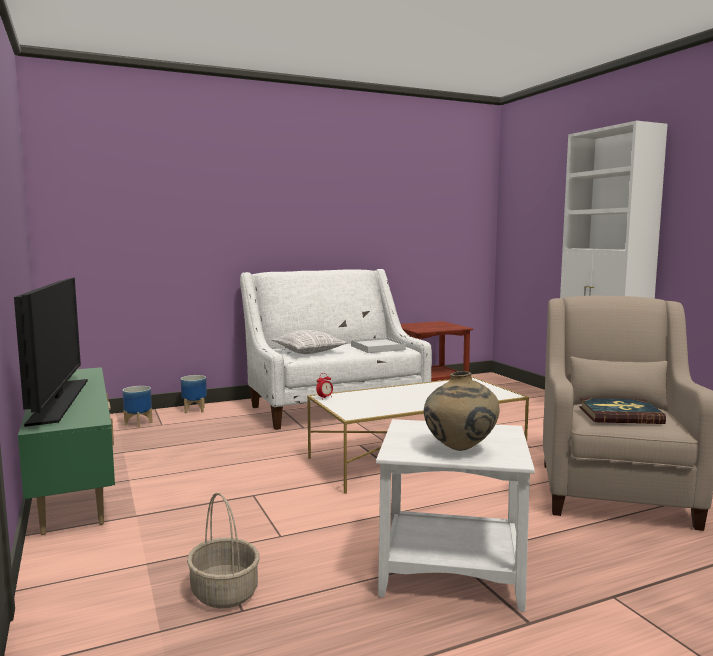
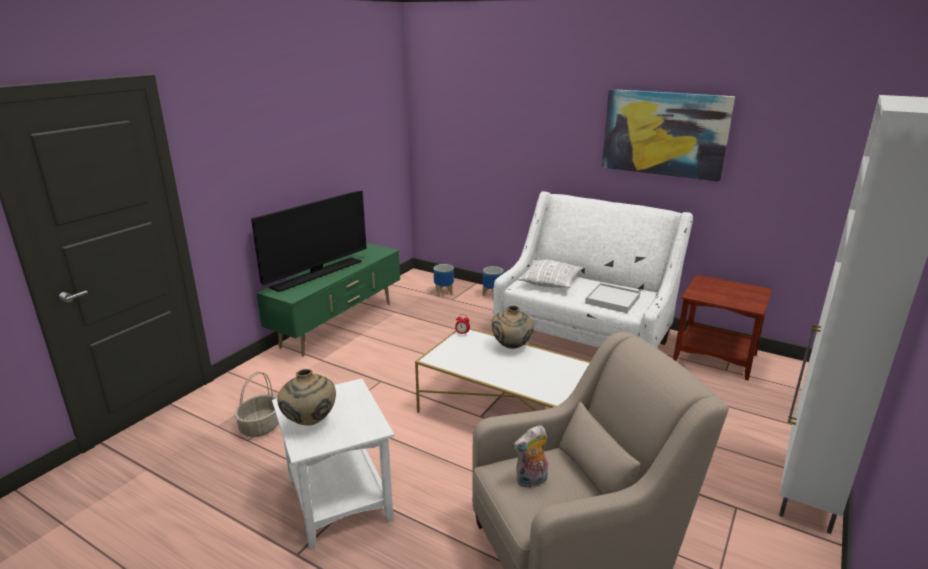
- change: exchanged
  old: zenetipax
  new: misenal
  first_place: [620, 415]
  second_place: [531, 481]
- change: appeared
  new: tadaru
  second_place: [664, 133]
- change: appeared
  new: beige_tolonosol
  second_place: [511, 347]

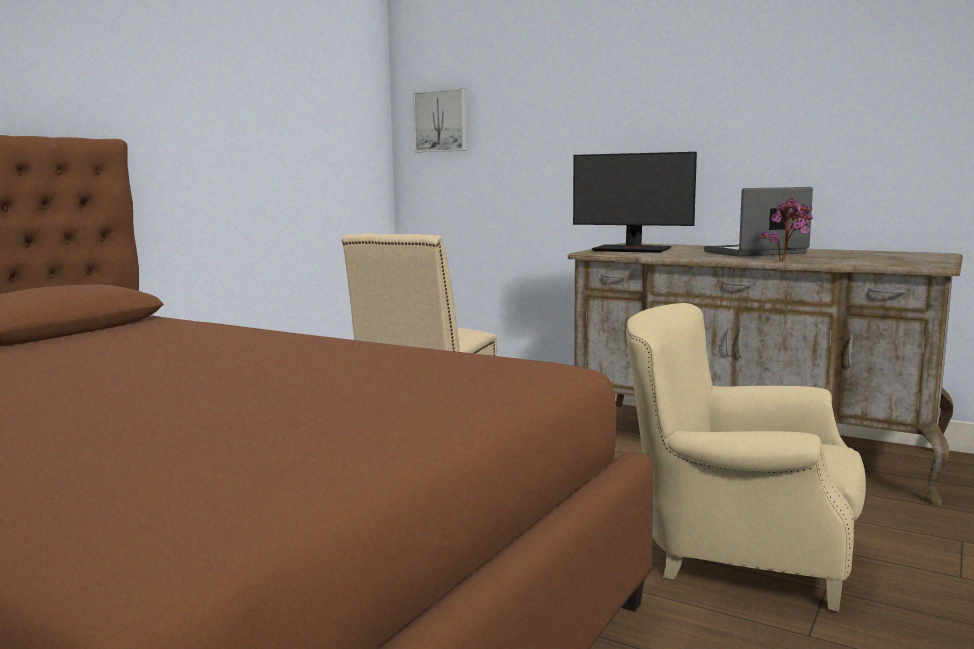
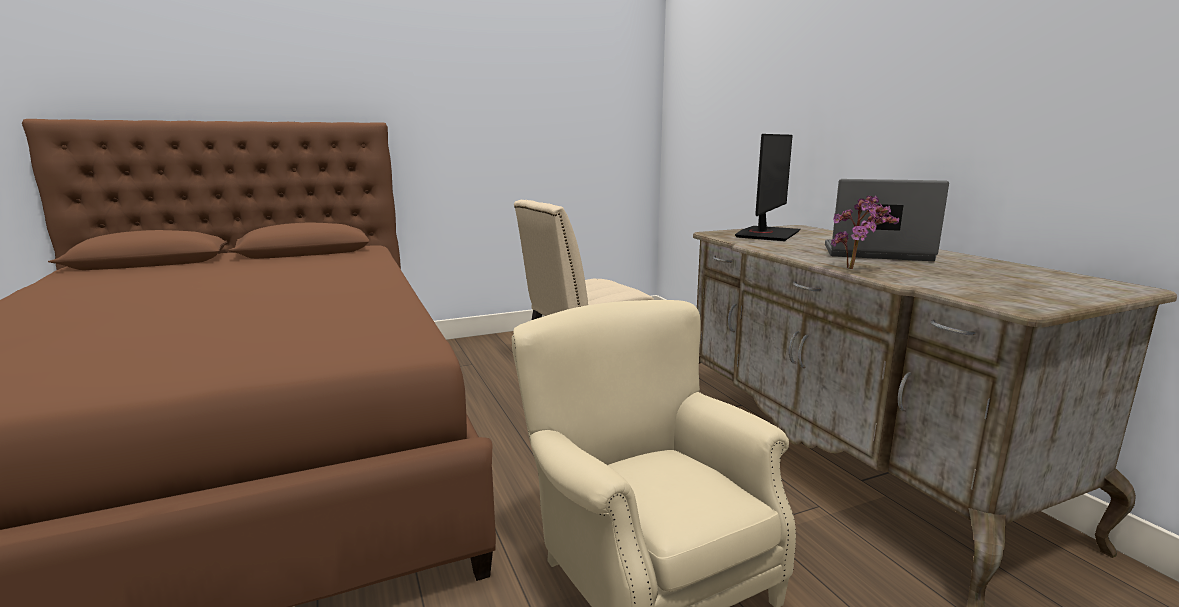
- change: missing
  old: tadaru
  first_place: [441, 121]
- change: spun
  old: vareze
  first_place: [632, 249]
  second_place: [767, 234]
  degrees: -120

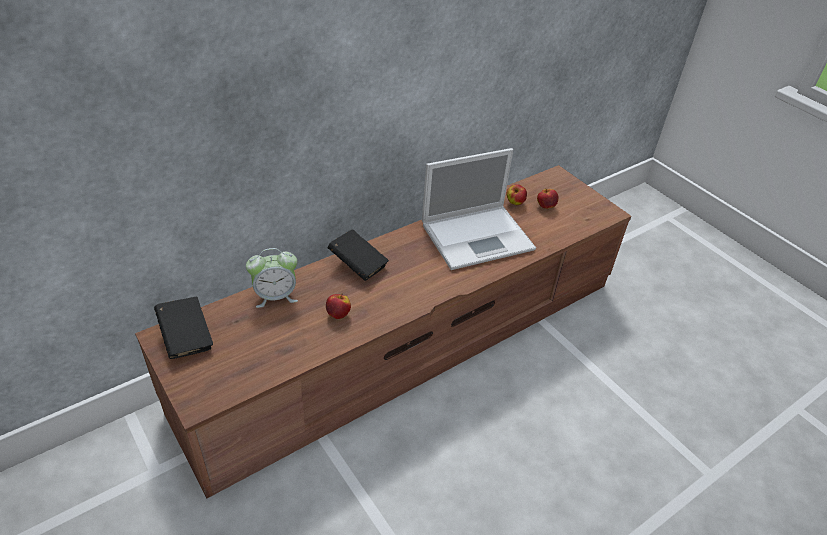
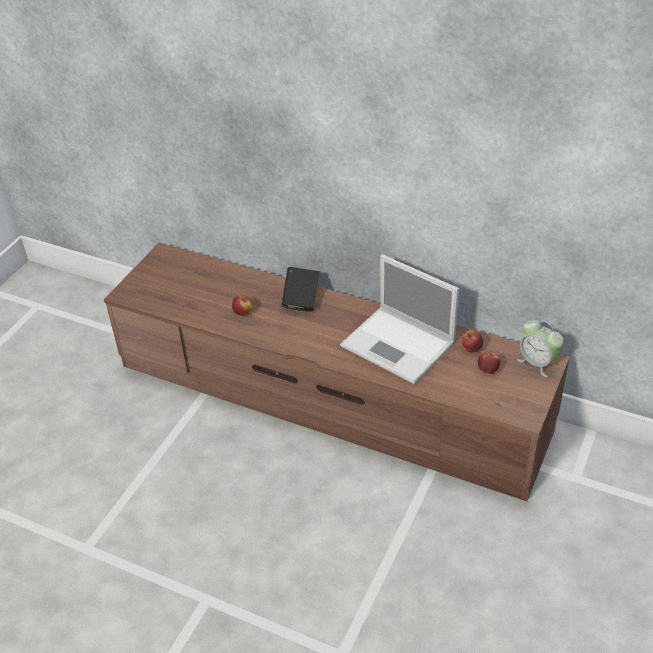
- change: relocated
  old: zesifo
  first_place: [275, 296]
  second_place: [537, 363]
- change: missing
  old: black_zenetipax
  first_place: [186, 338]

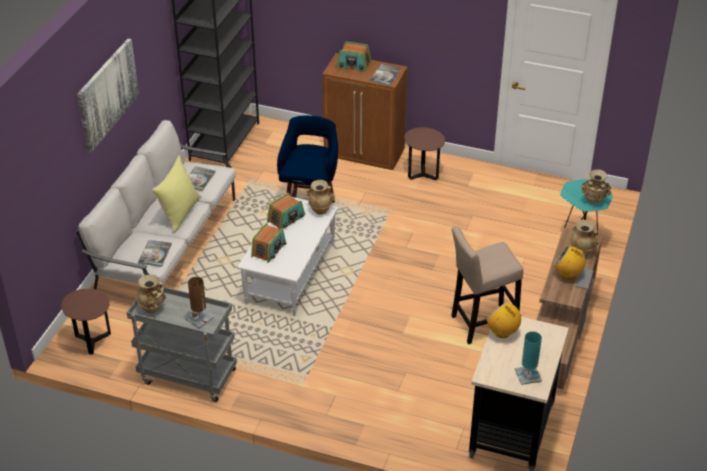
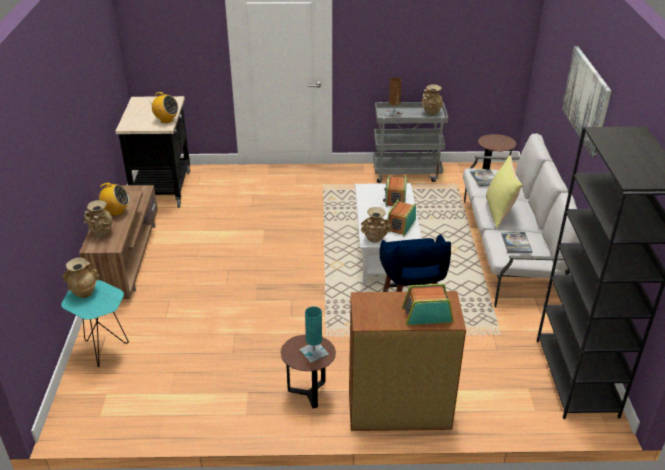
- change: missing
  old: zenetipax
  first_place: [385, 75]
- change: missing
  old: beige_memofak
  first_place: [480, 324]
- change: relocated
  old: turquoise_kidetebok
  first_place: [528, 375]
  second_place: [314, 352]

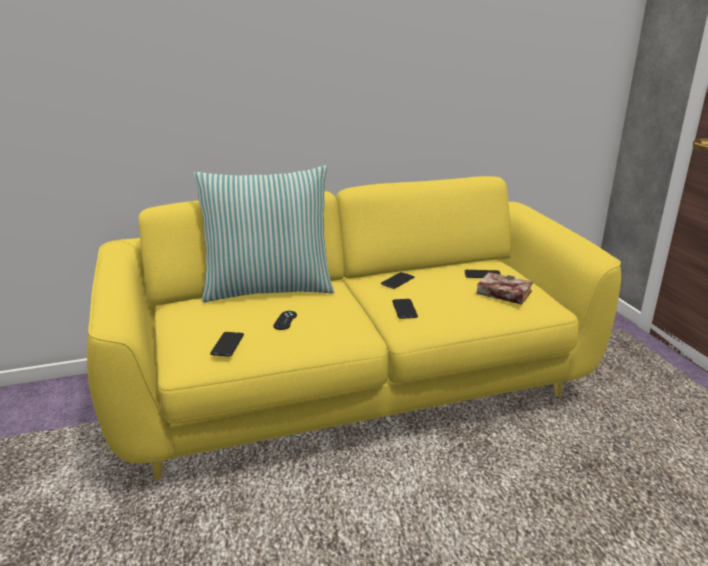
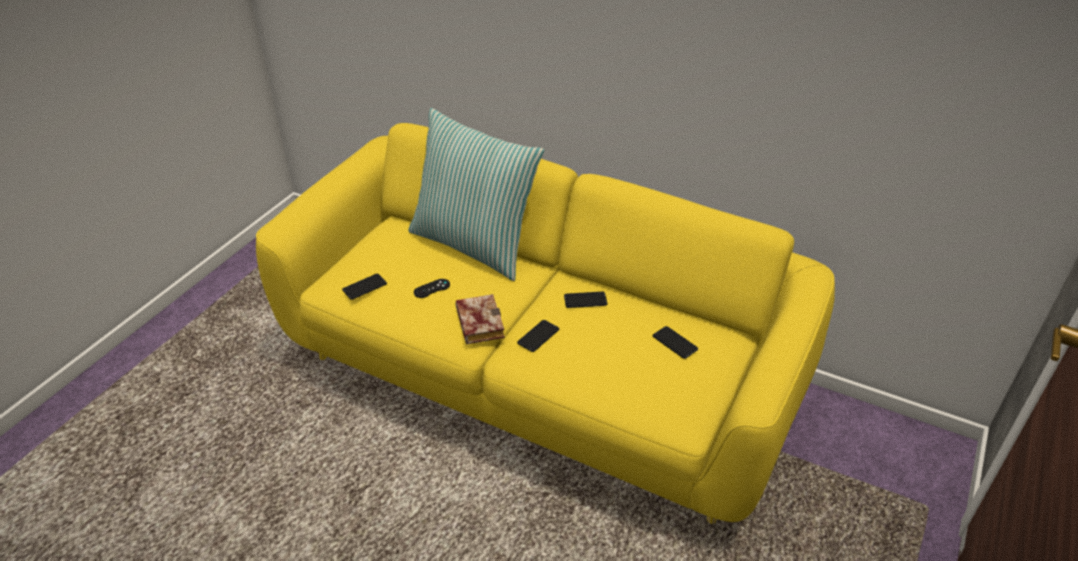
- change: relocated
  old: zenetipax
  first_place: [501, 293]
  second_place: [477, 322]

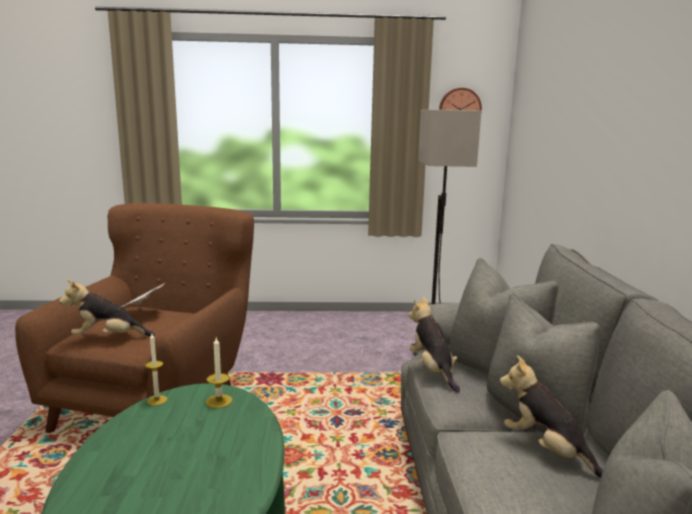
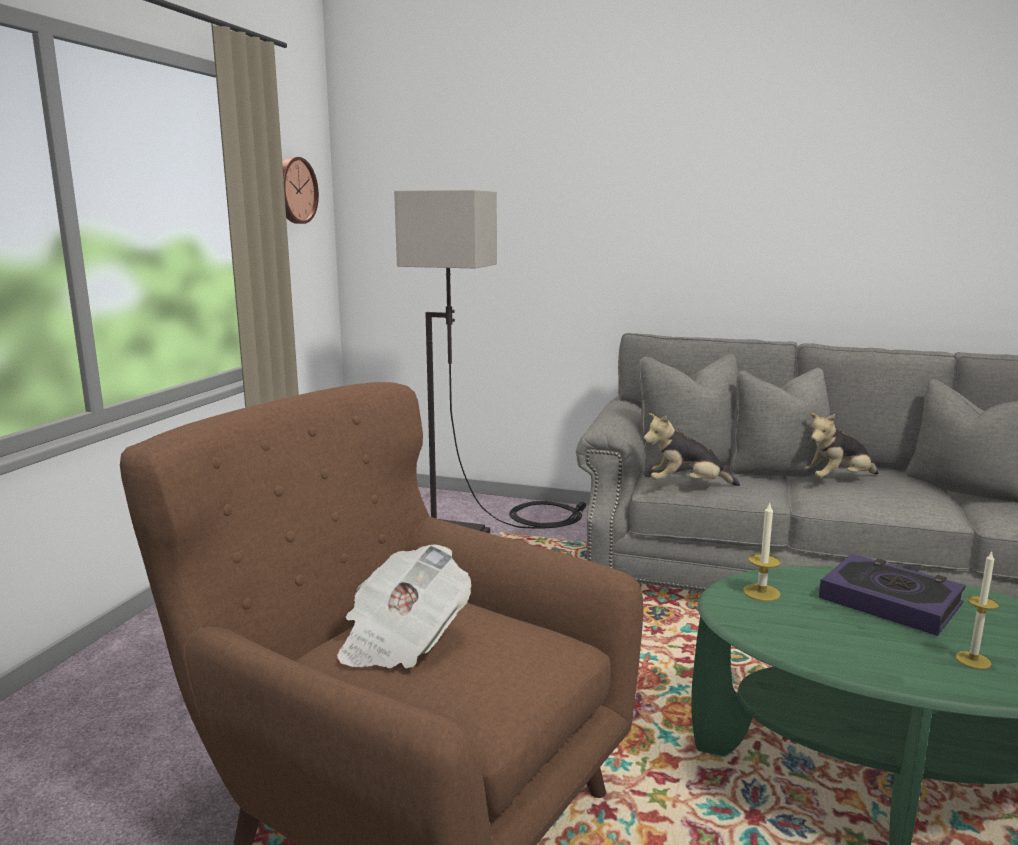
- change: missing
  old: misenal
  first_place: [108, 338]
- change: relocated
  old: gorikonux
  first_place: [157, 400]
  second_place: [973, 660]
- change: appeared
  new: zenetipax
  second_place: [890, 601]

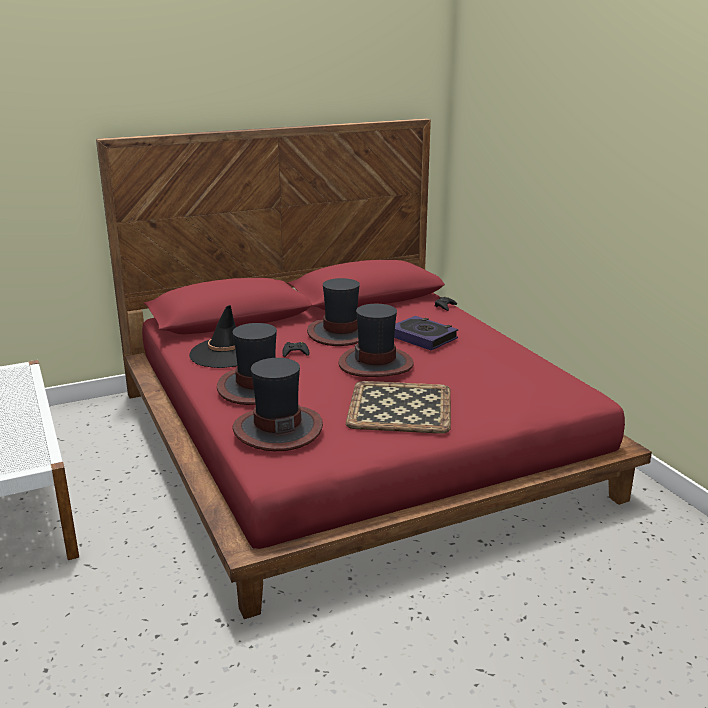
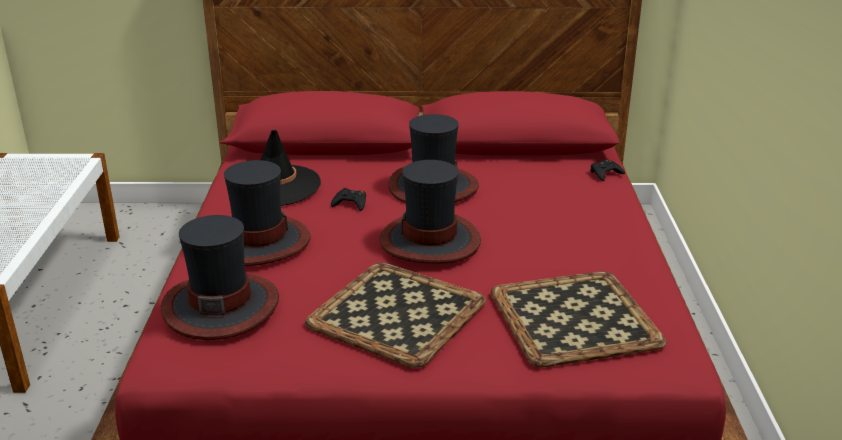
- change: missing
  old: zenetipax
  first_place: [423, 337]
- change: appeared
  new: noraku
  second_place: [576, 319]

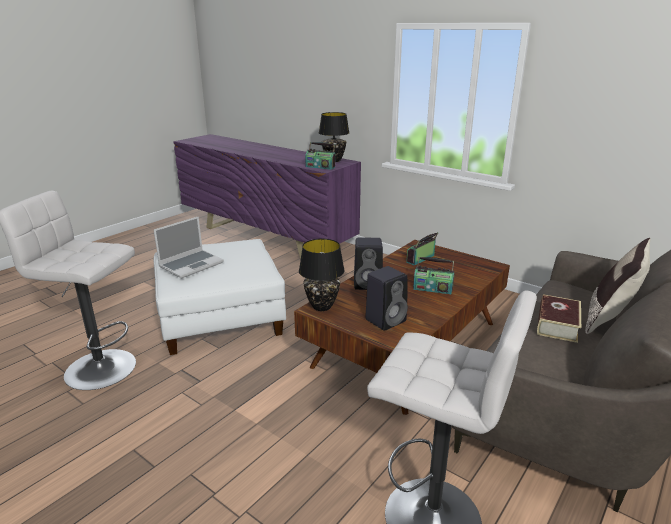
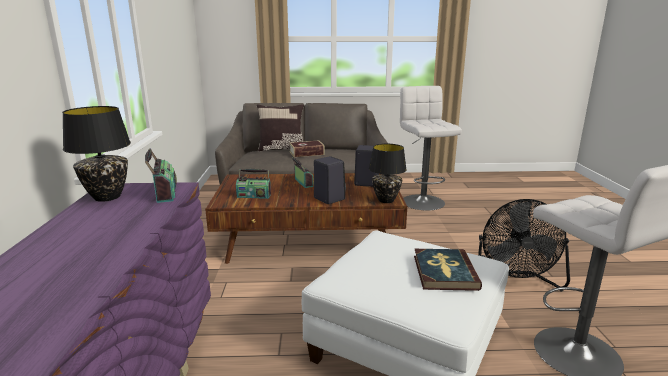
- change: exchanged
  old: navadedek
  new: zenetipax
  first_place: [192, 264]
  second_place: [444, 272]
- change: appeared
  new: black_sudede
  second_place: [510, 279]

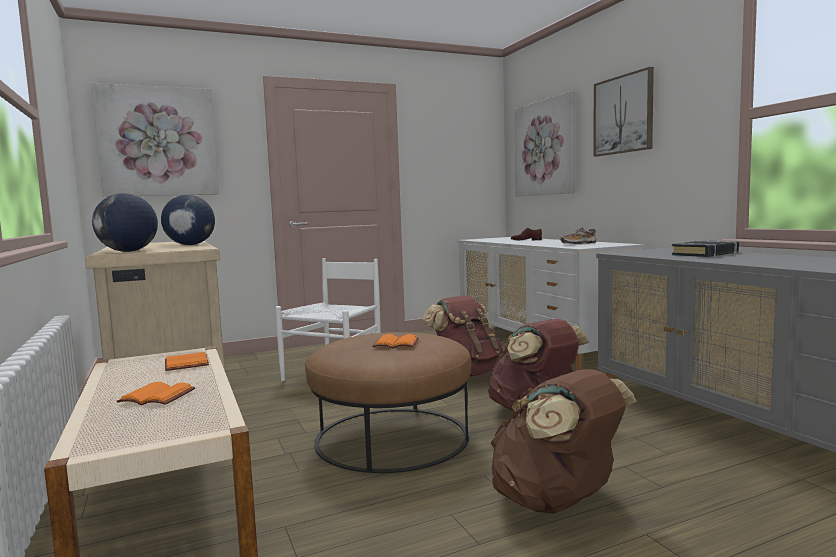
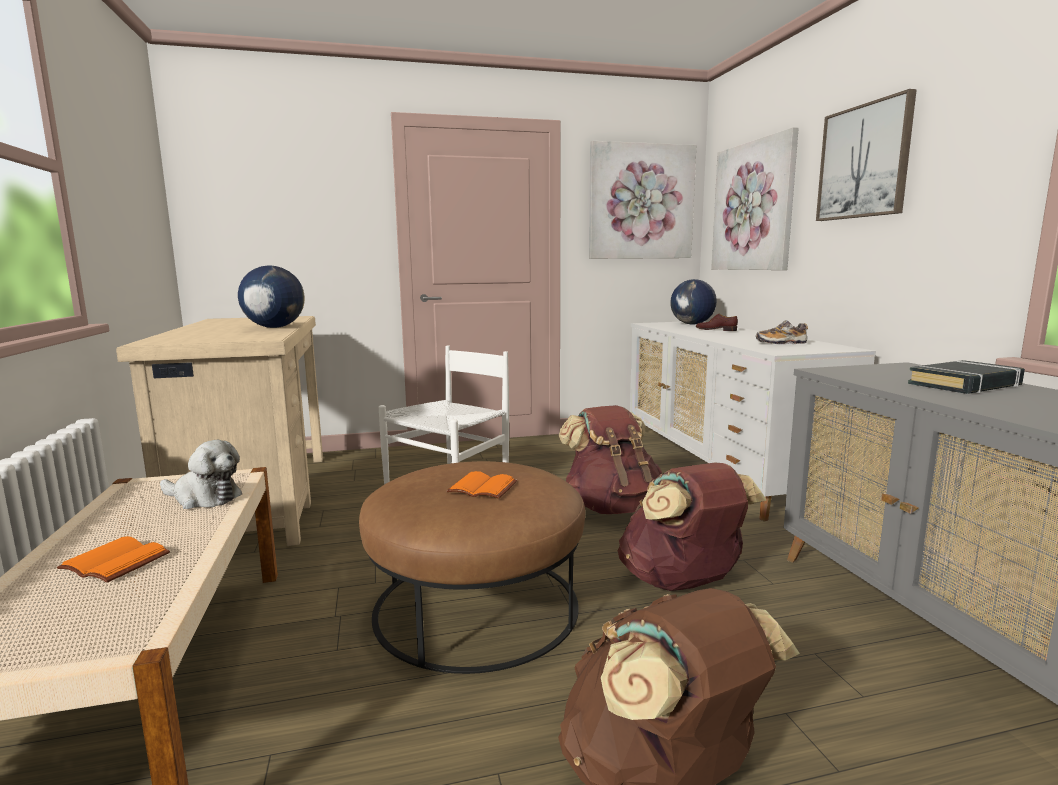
- change: relocated
  old: tadaru
  first_place: [158, 142]
  second_place: [641, 202]
- change: relocated
  old: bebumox
  first_place: [128, 251]
  second_place: [692, 324]
- change: exchanged
  old: orange_zenetipax
  new: misenal
  first_place: [185, 364]
  second_place: [204, 498]

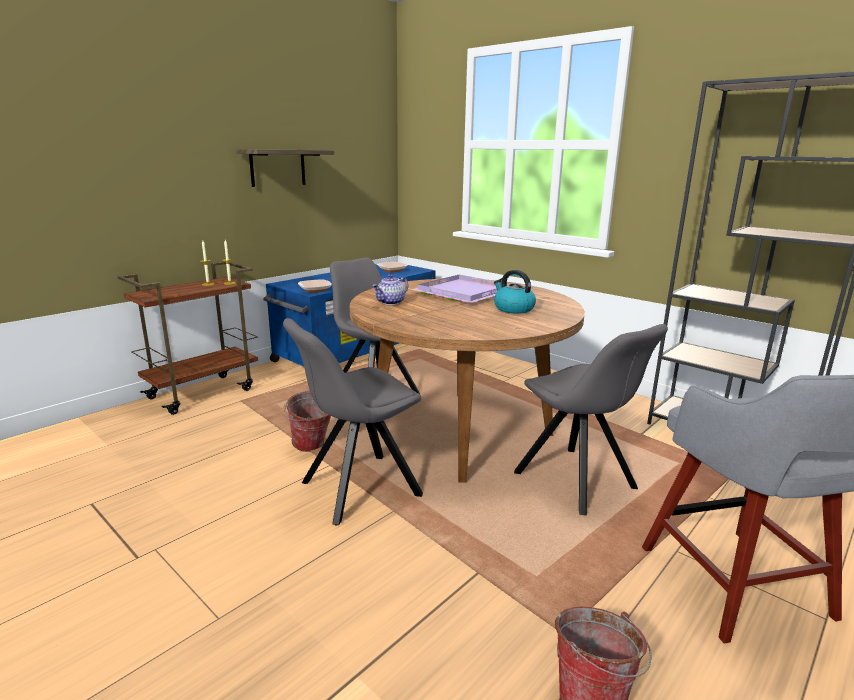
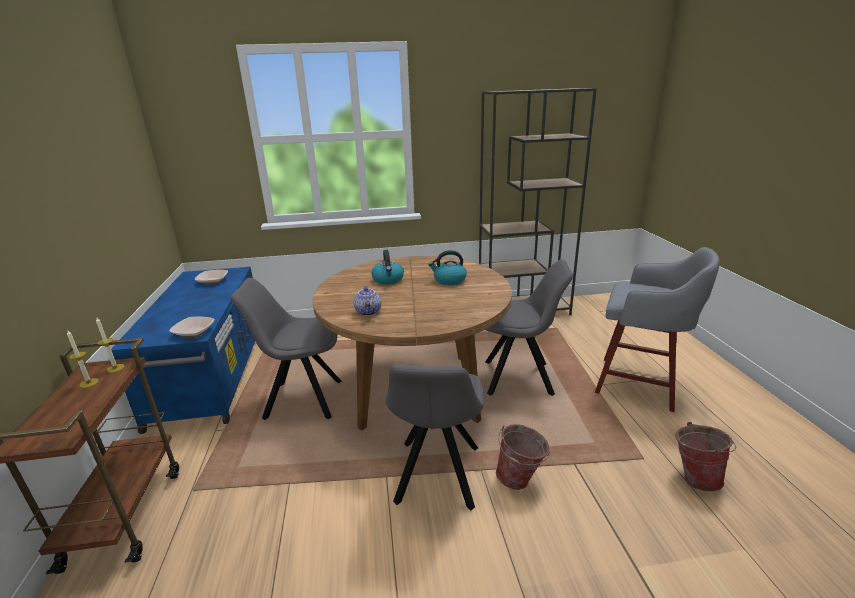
- change: missing
  old: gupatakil
  first_place: [278, 167]
- change: exchanged
  old: purple_noraku
  new: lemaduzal
  first_place: [466, 293]
  second_place: [388, 280]
- change: relocated
  old: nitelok
  first_place: [311, 448]
  second_place: [521, 480]

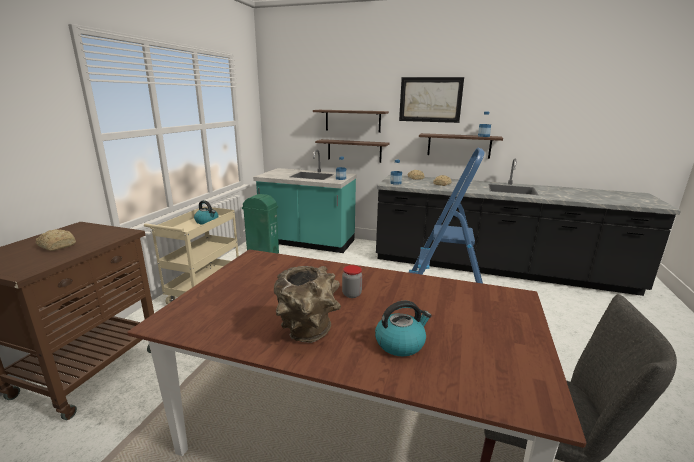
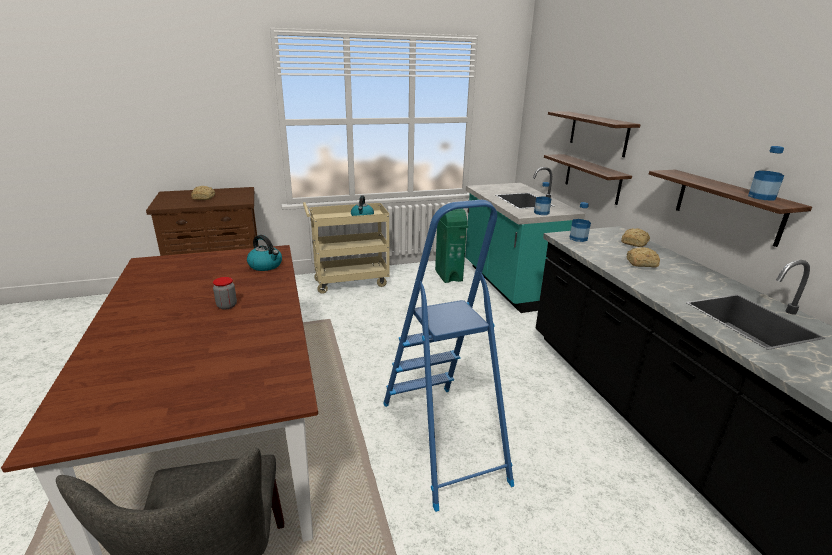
- change: missing
  old: tadaru
  first_place: [430, 99]
- change: missing
  old: brown_tolonosol
  first_place: [308, 335]
- change: relocated
  old: lemaduzal
  first_place: [400, 343]
  second_place: [266, 265]

